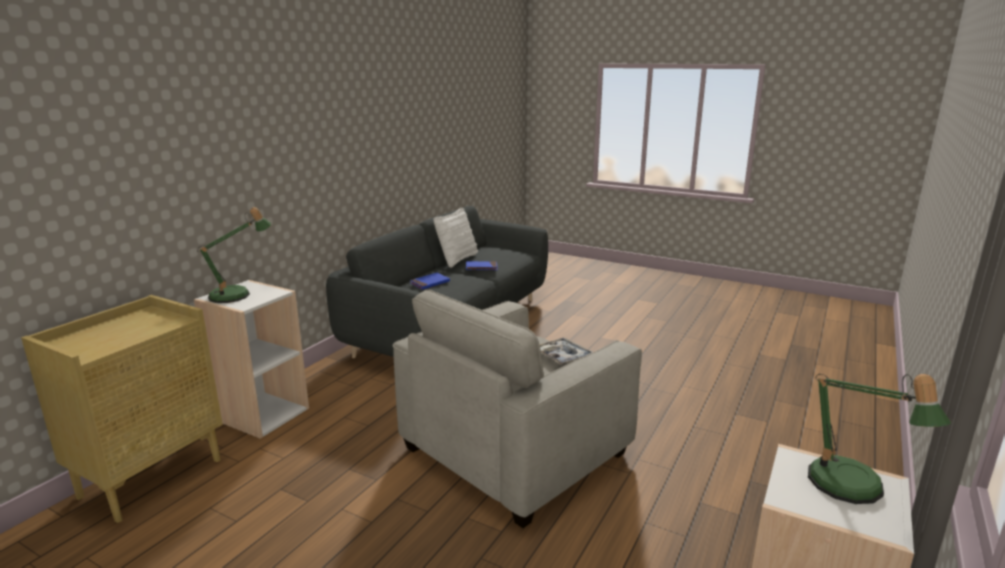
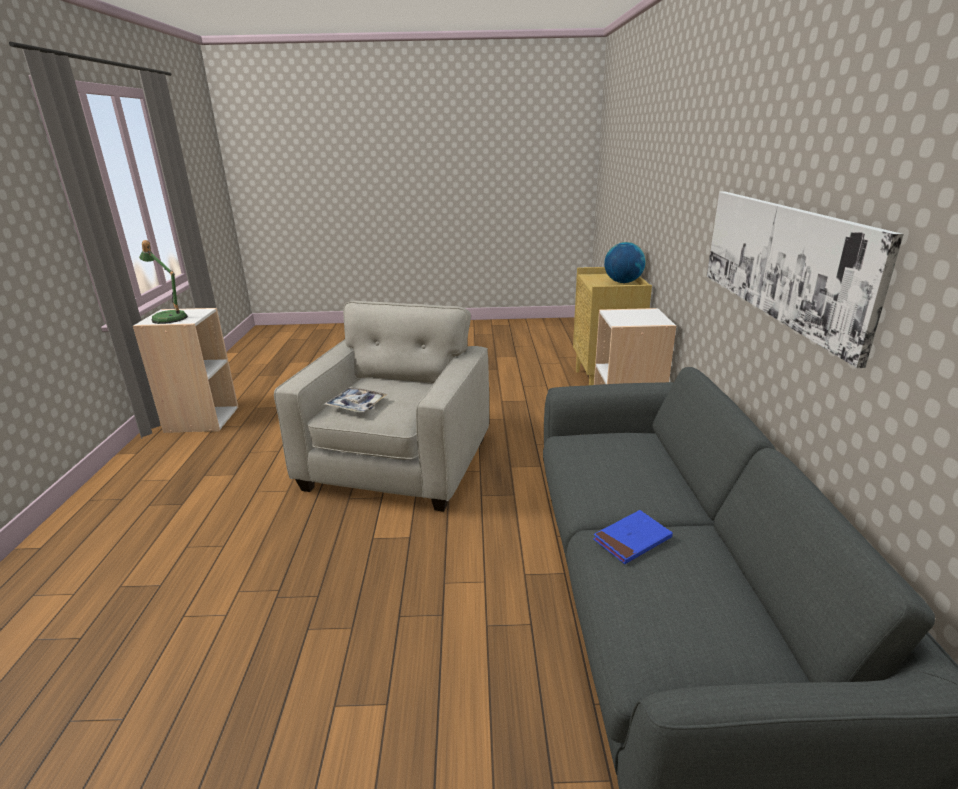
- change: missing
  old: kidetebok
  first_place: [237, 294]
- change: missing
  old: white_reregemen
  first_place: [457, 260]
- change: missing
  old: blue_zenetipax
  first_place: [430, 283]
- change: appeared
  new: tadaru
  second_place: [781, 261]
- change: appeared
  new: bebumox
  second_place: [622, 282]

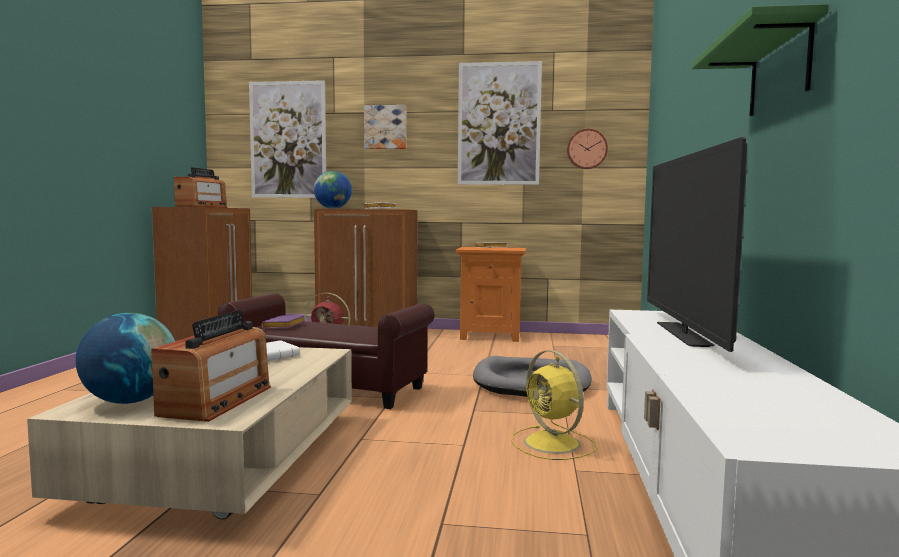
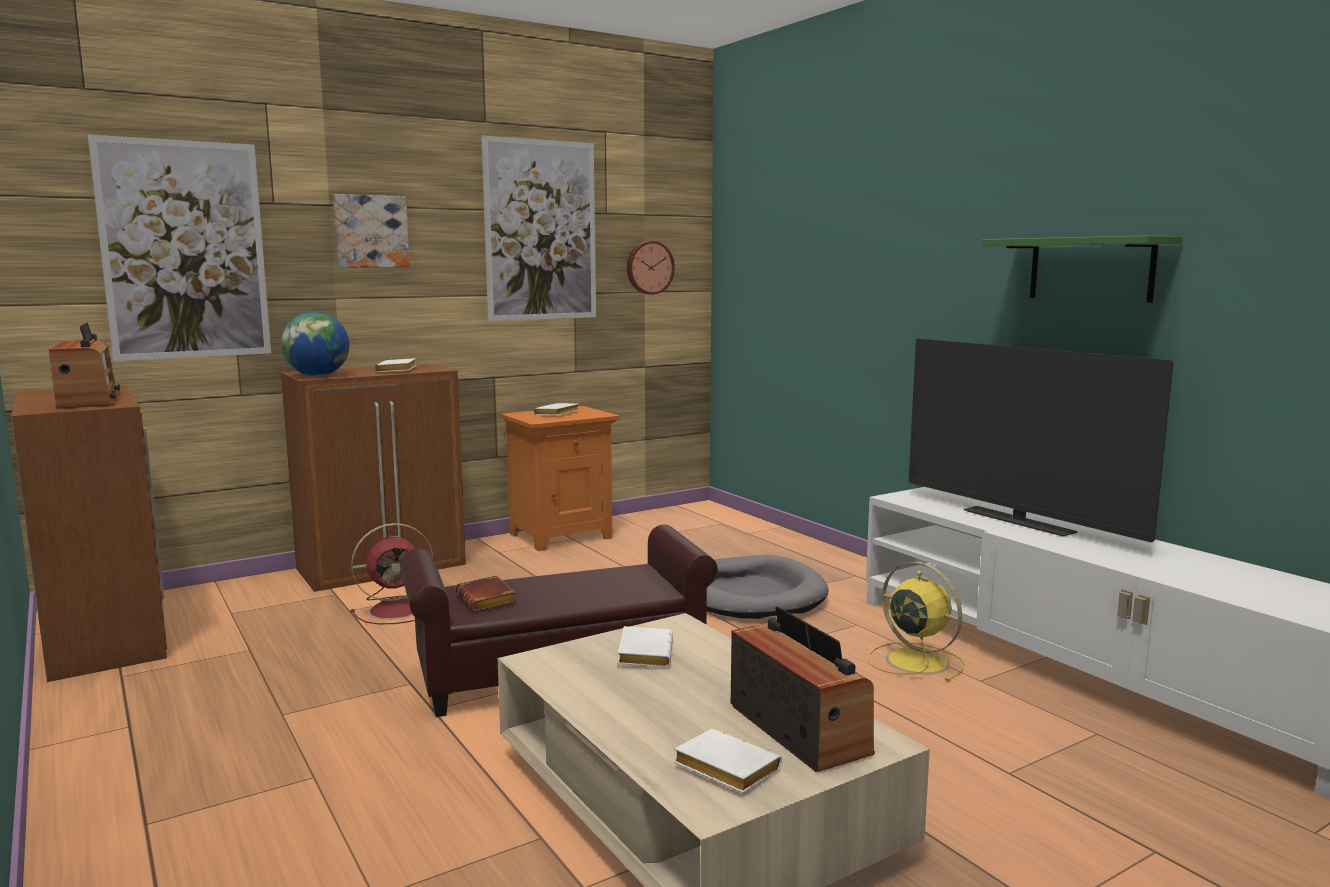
- change: exchanged
  old: bebumox
  new: white_zenetipax
  first_place: [130, 401]
  second_place: [723, 769]
- change: colour
  old: purple_zenetipax
  new: brown_zenetipax
  first_place: [284, 326]
  second_place: [488, 600]
- change: spun
  old: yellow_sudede
  first_place: [553, 444]
  second_place: [914, 661]
  degrees: -150

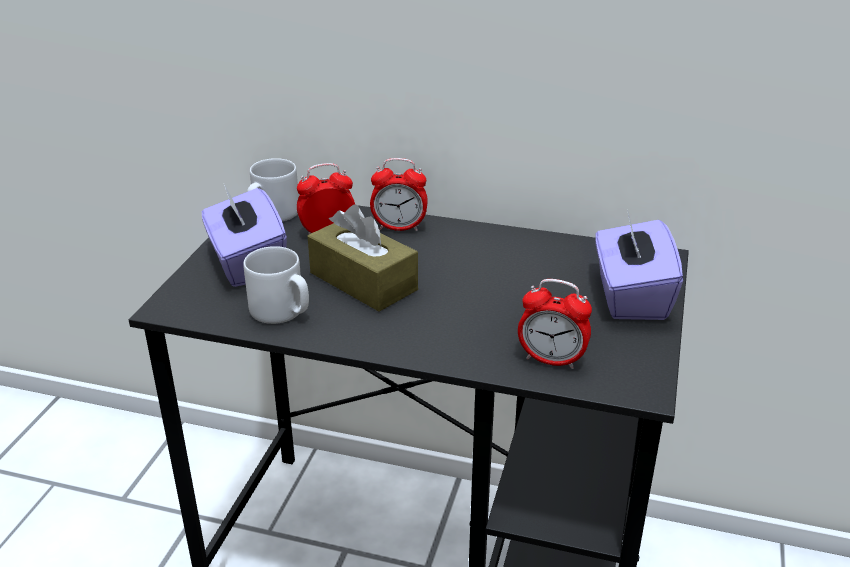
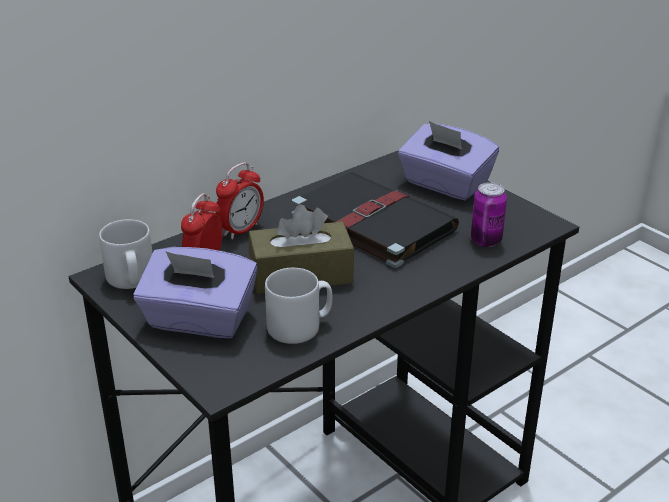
- change: exchanged
  old: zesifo
  new: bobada
  first_place: [551, 360]
  second_place: [486, 240]
- change: appeared
  new: black_zenetipax
  second_place: [370, 221]

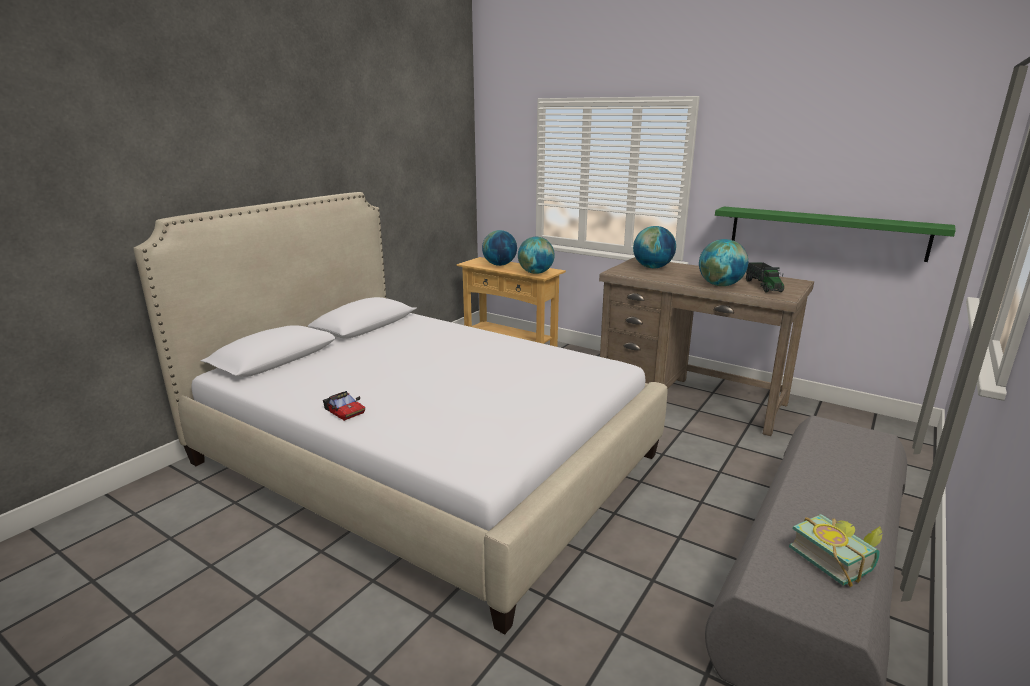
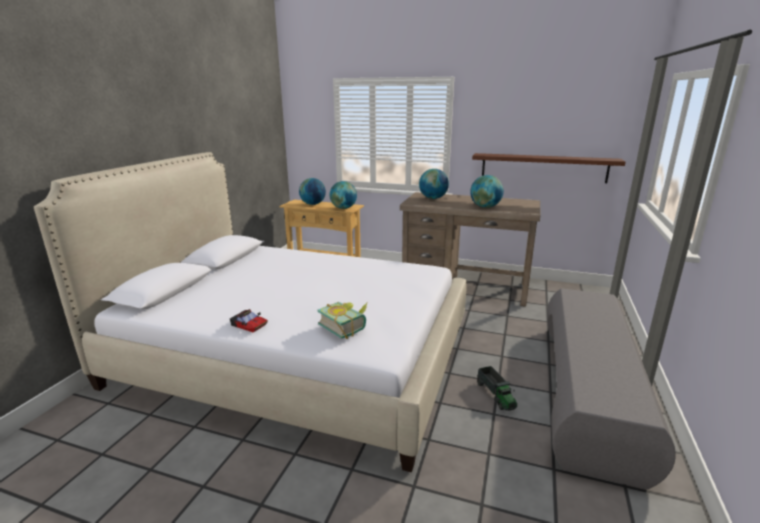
- change: colour
  old: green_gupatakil
  new: brown_gupatakil
  first_place: [825, 232]
  second_place: [543, 167]
- change: relocated
  old: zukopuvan
  first_place: [763, 286]
  second_place: [496, 395]
- change: relocated
  old: zenetipax
  first_place: [835, 559]
  second_place: [345, 326]

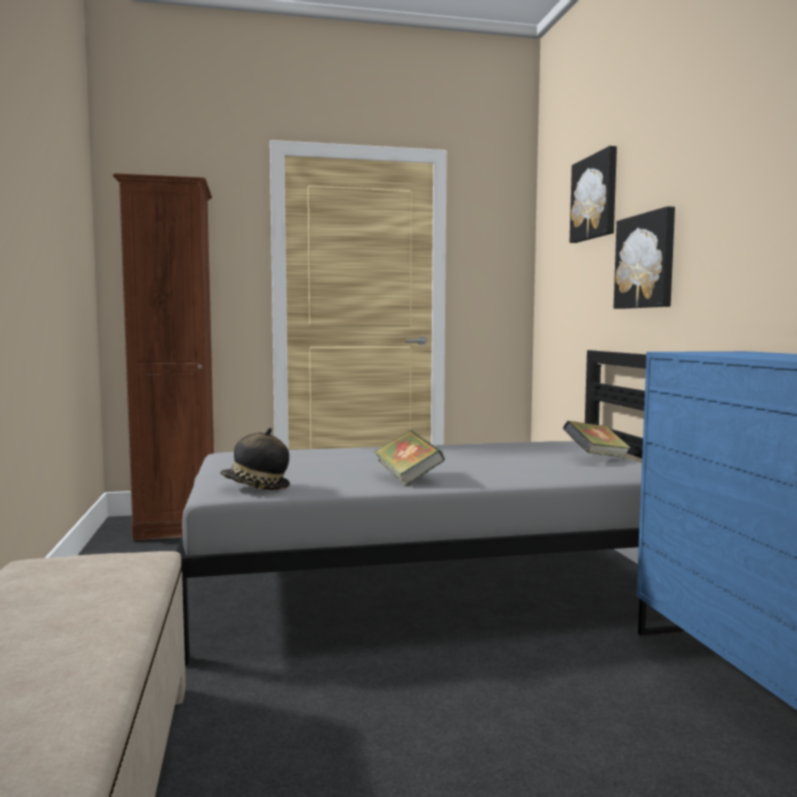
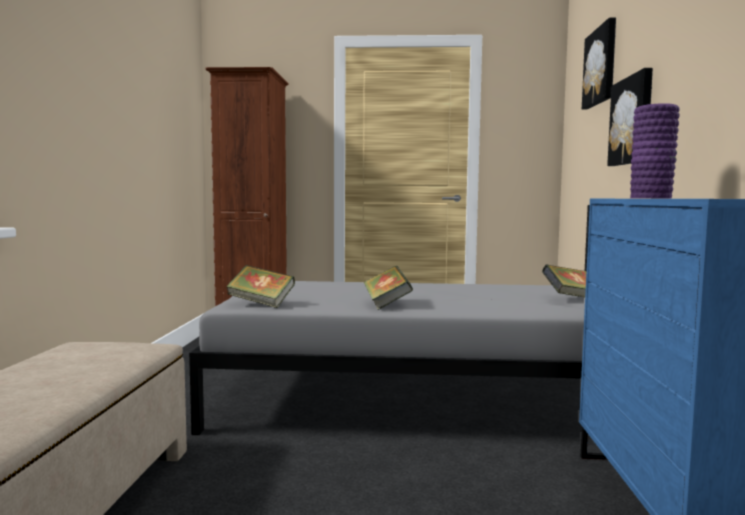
- change: exchanged
  old: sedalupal
  new: zenetipax
  first_place: [255, 487]
  second_place: [261, 304]
- change: appeared
  new: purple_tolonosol
  second_place: [651, 198]

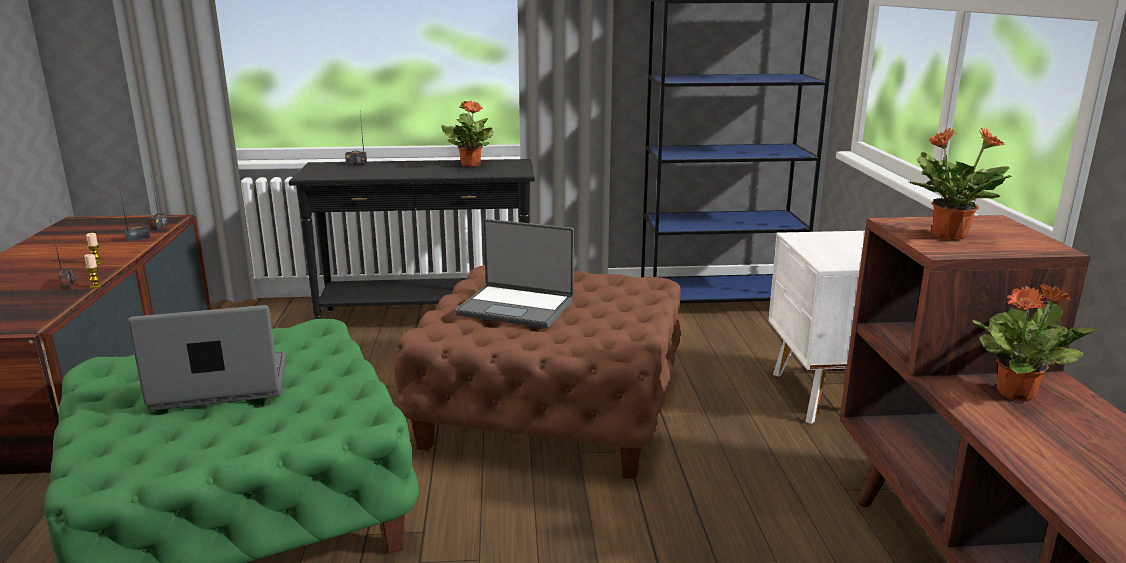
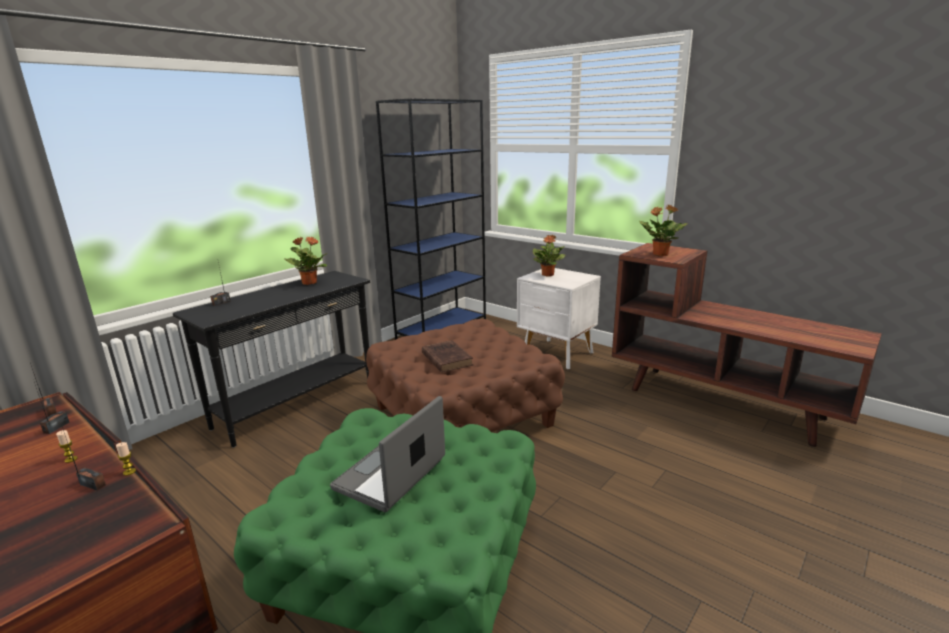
- change: exchanged
  old: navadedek
  new: brown_zenetipax
  first_place: [517, 307]
  second_place: [446, 359]
- change: relocated
  old: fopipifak
  first_place: [1016, 393]
  second_place: [548, 274]

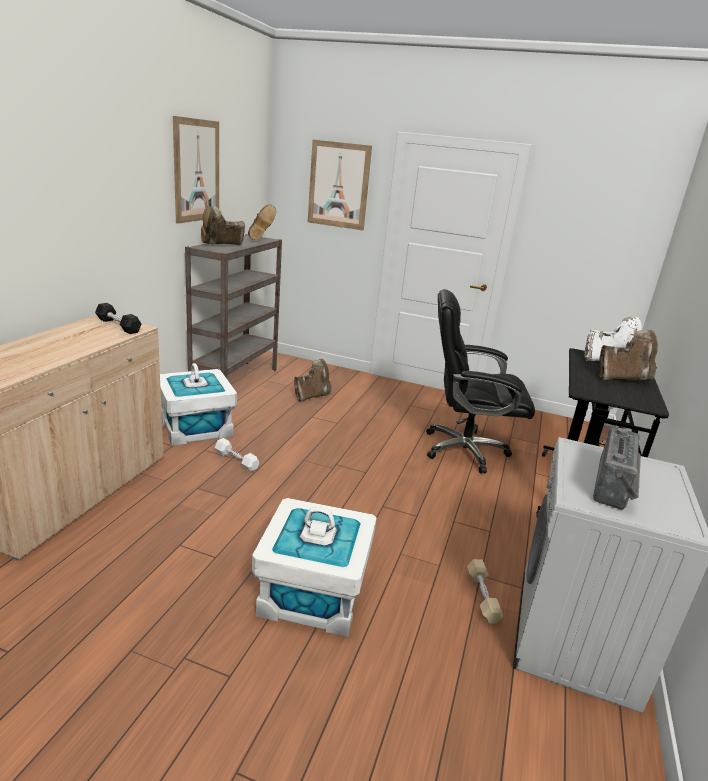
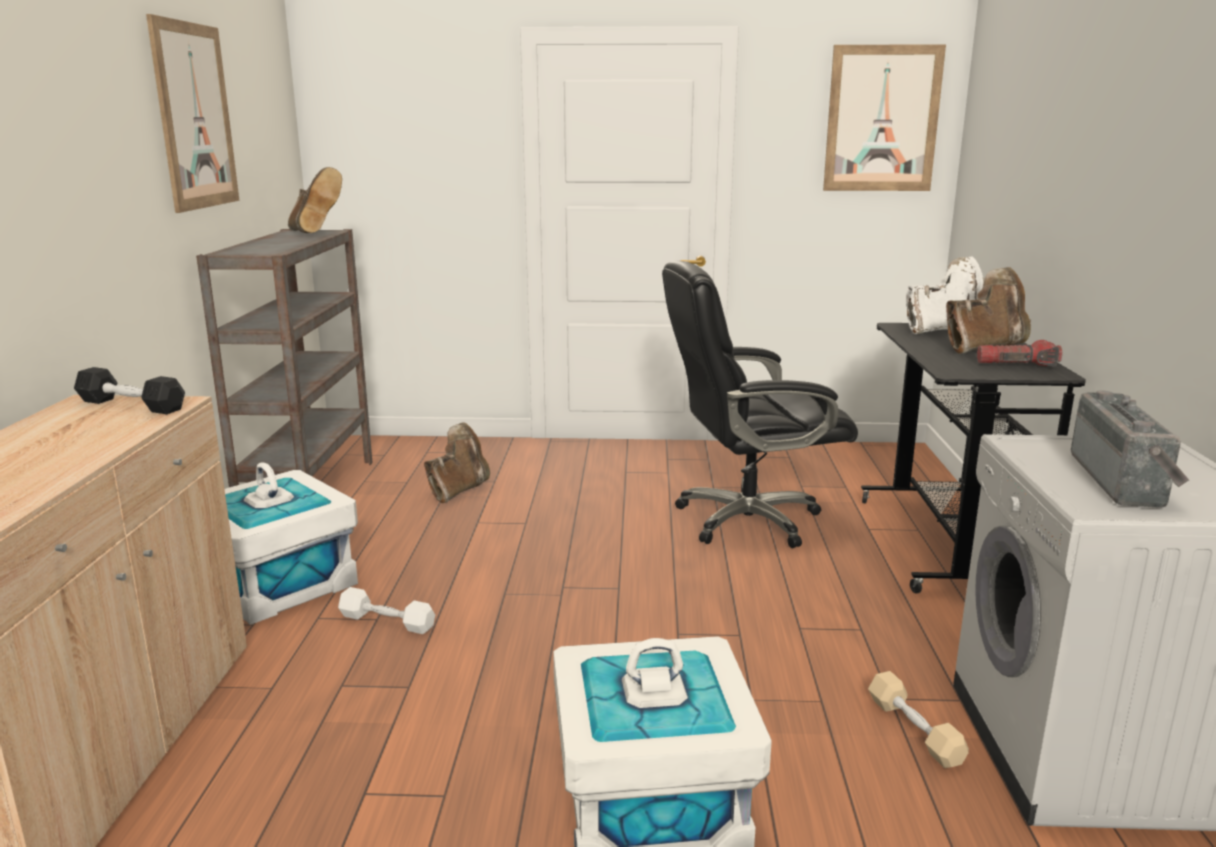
- change: relocated
  old: tadaru
  first_place: [338, 185]
  second_place: [882, 119]
- change: missing
  old: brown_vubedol
  first_place: [221, 246]
- change: appeared
  new: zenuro
  second_place: [1017, 364]

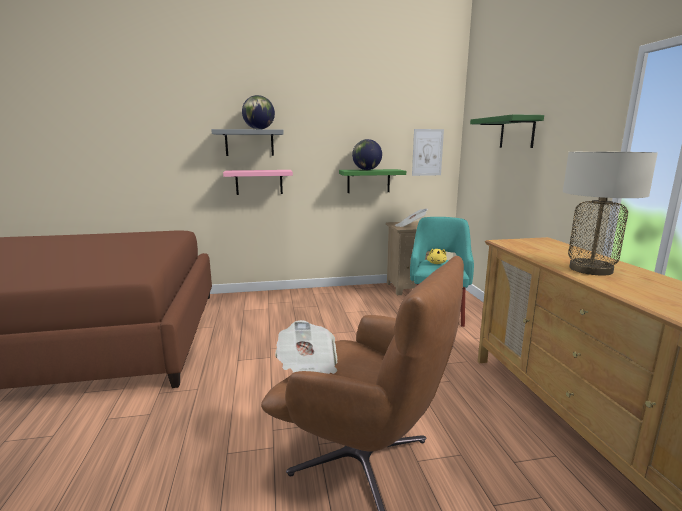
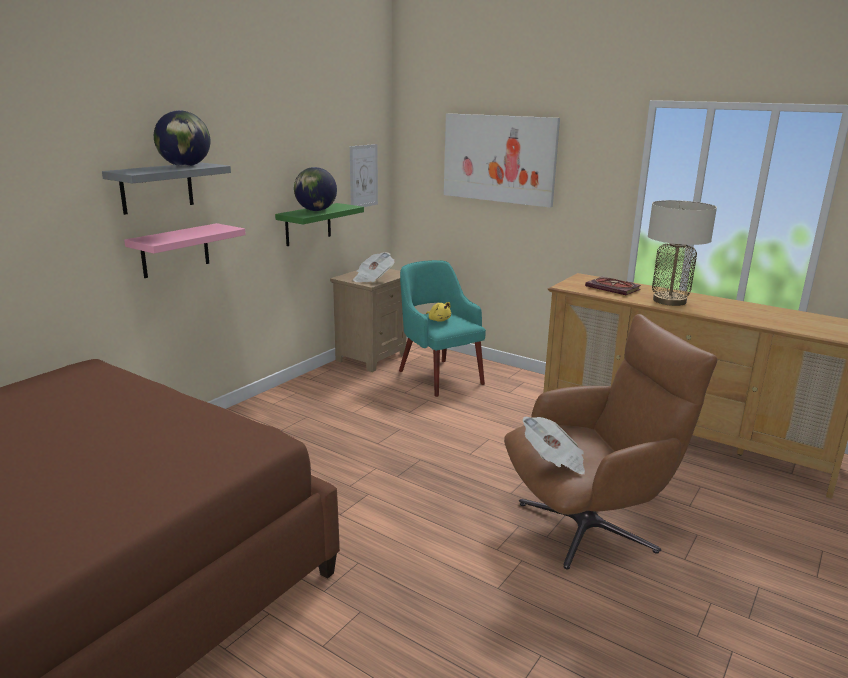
- change: exchanged
  old: green_gupatakil
  new: tadaru
  first_place: [517, 132]
  second_place: [499, 158]
- change: appeared
  new: zenetipax
  second_place: [614, 288]

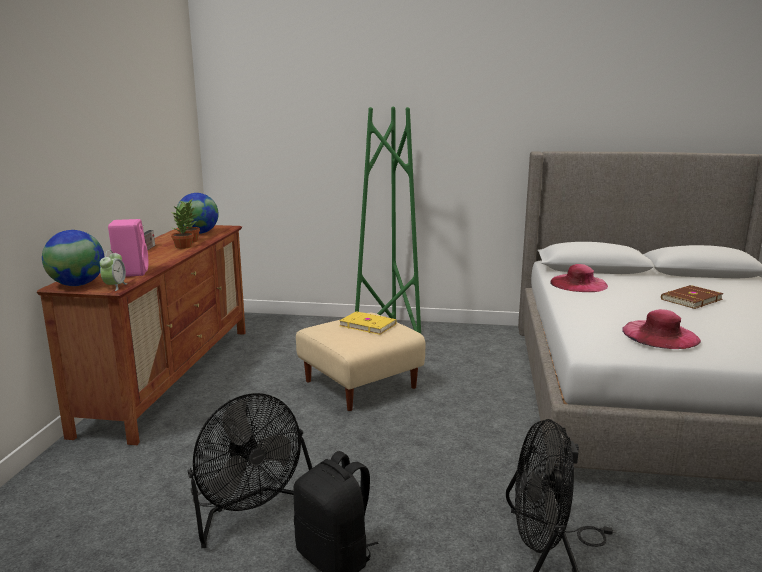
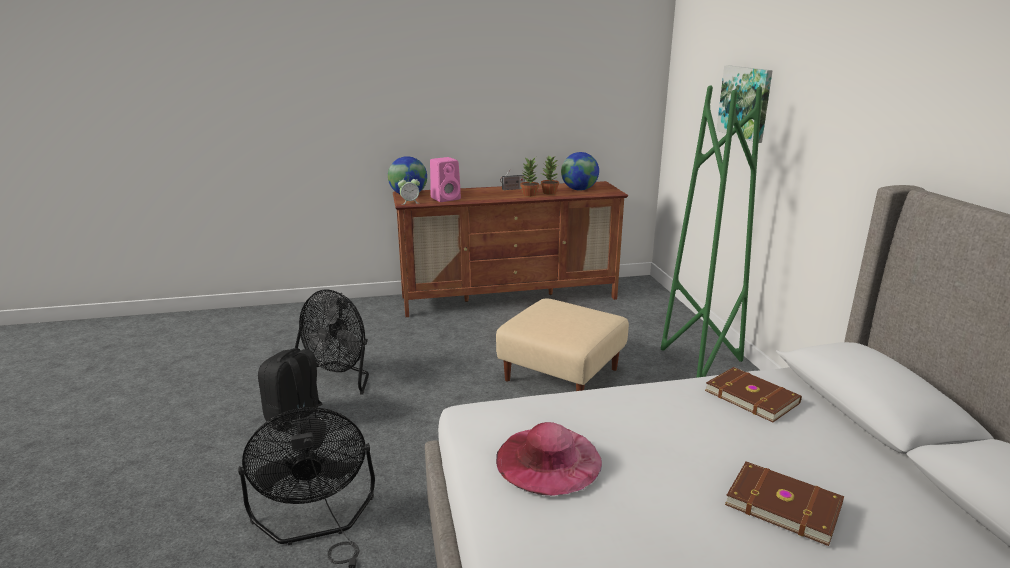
- change: exchanged
  old: pink_sedalupal
  new: brown_zenetipax
  first_place: [578, 283]
  second_place: [752, 396]
- change: missing
  old: yellow_zenetipax
  first_place: [368, 325]
- change: appeared
  new: tadaru
  second_place: [745, 102]

